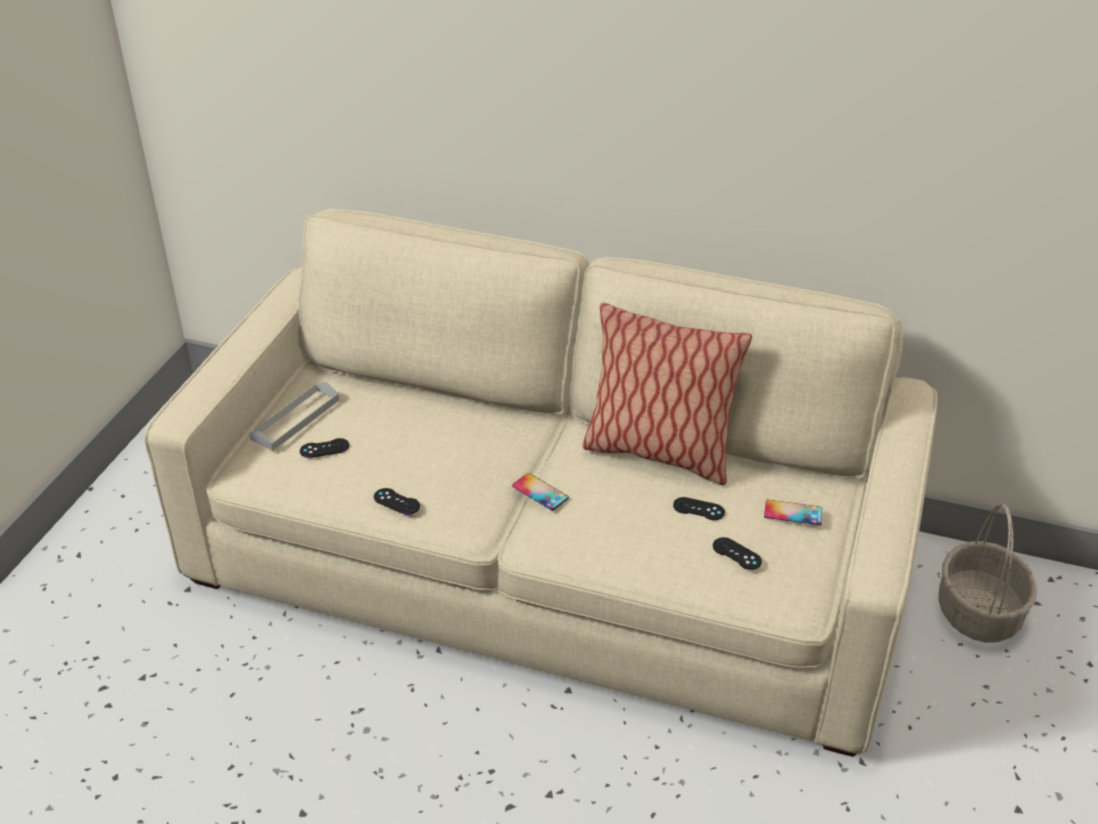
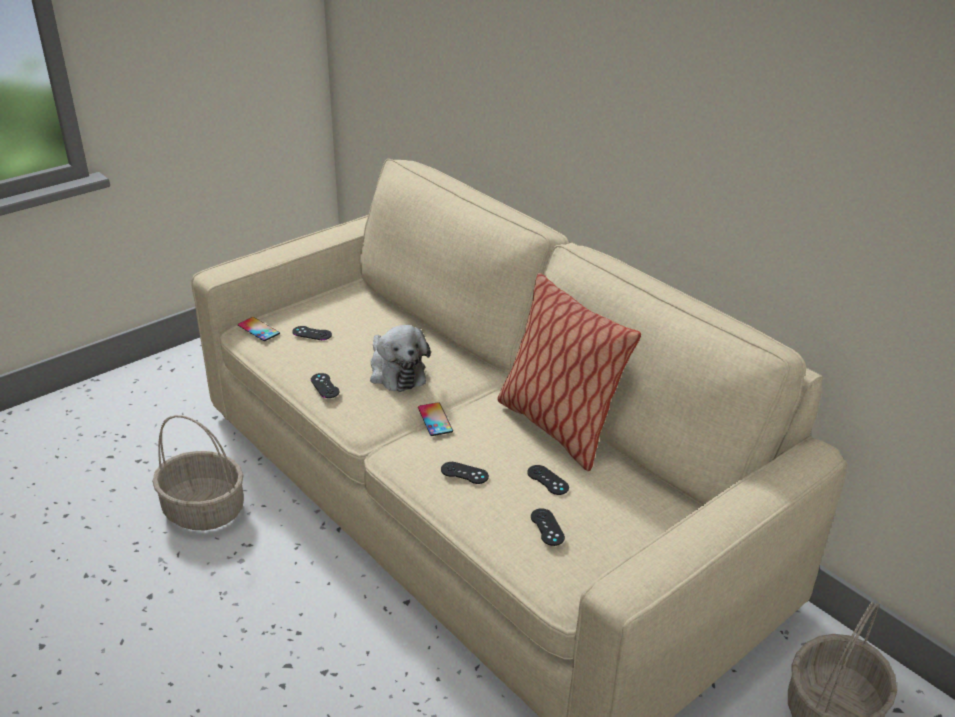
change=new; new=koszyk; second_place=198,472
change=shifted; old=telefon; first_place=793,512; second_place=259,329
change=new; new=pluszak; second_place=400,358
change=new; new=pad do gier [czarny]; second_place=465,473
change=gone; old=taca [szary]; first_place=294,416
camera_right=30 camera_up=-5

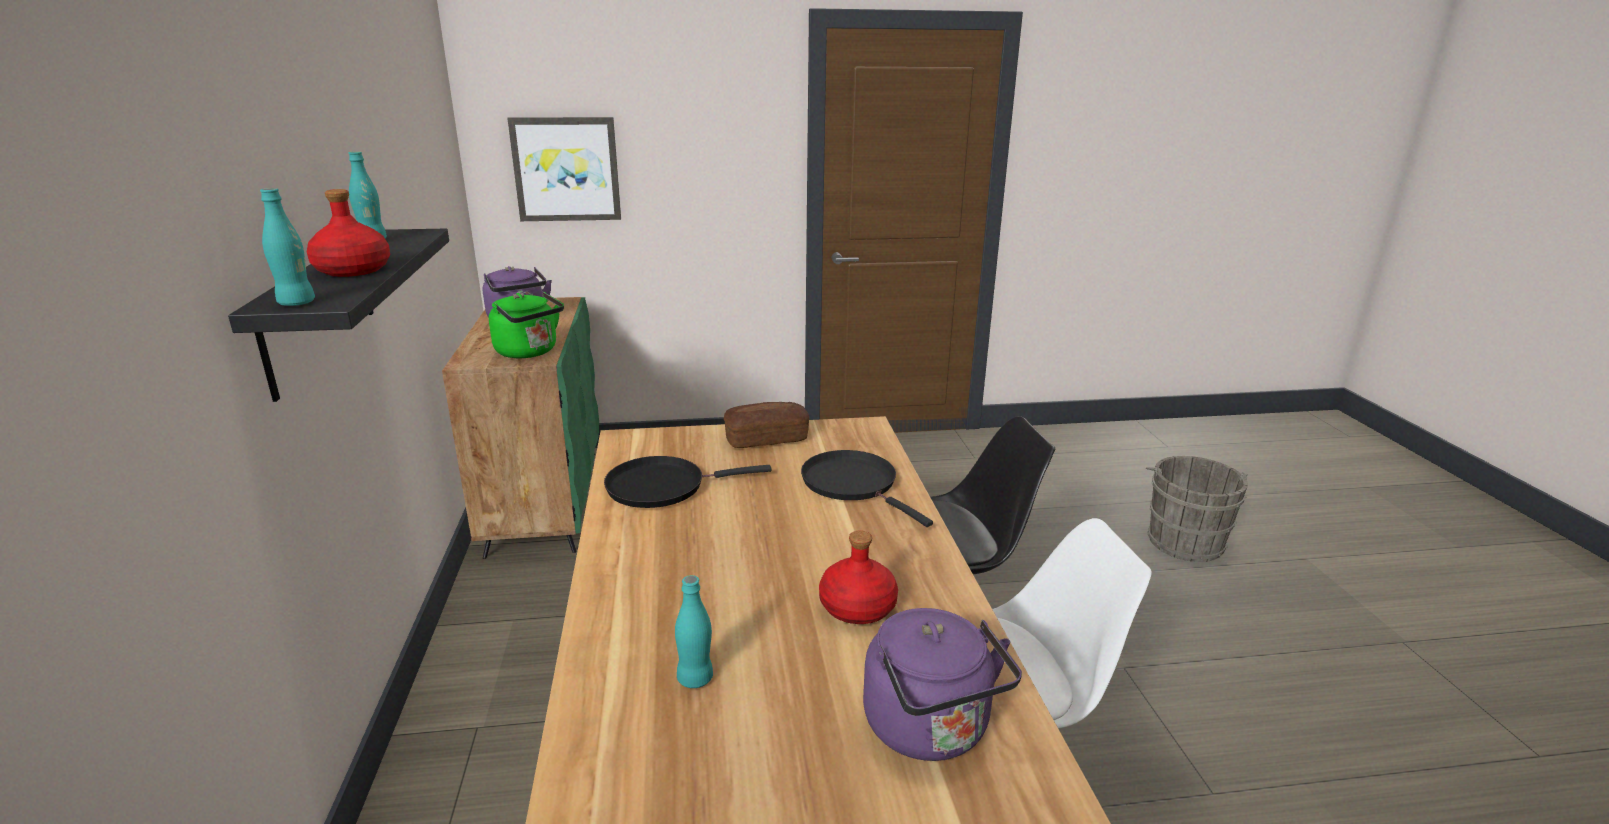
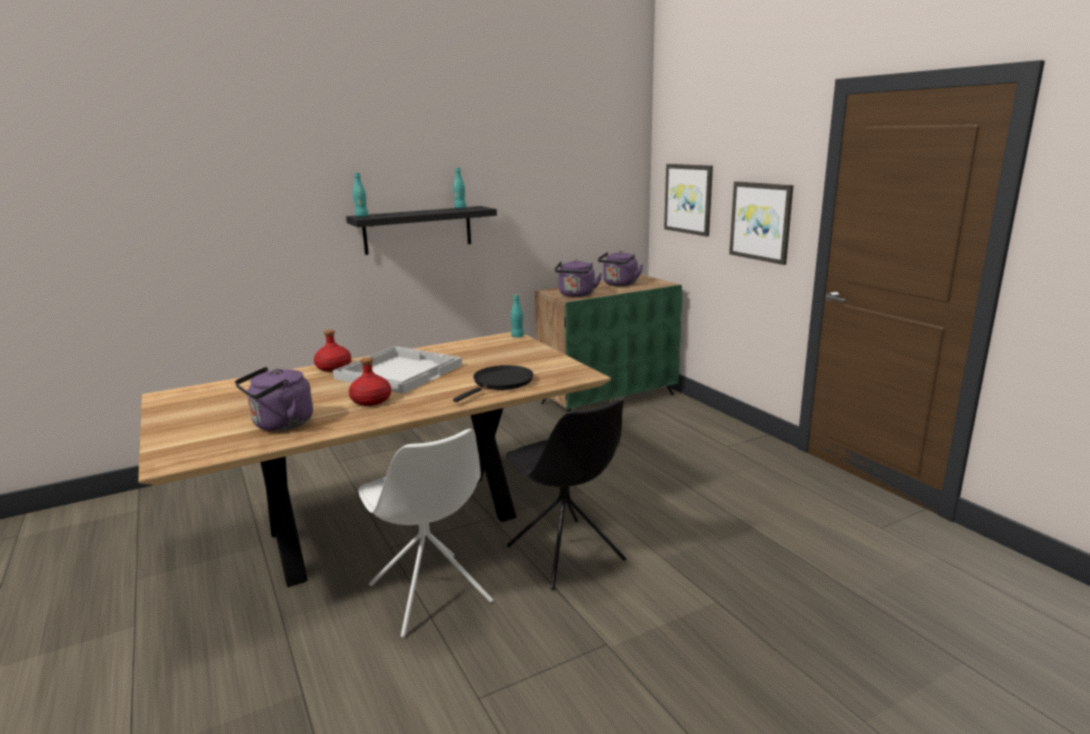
change=shifted; old=butelka [czerwony]; first_place=348,233; second_place=332,351
change=new; new=taca [biały]; second_place=397,370
change=shifted; old=butelka [turkusowy]; first_place=694,631; second_place=517,316
change=repainted; old=czajnik [zielony]; new=czajnik [fioletowy]; first_place=526,324; second_place=578,278
change=new; new=obraz; second_place=761,223
change=gone; old=patelnia [czarny]; first_place=688,482
change=gone; old=chleb; first_place=766,425
change=gone; old=wiadro [szary]; first_place=1197,509
camera_right=70 camera_up=-5

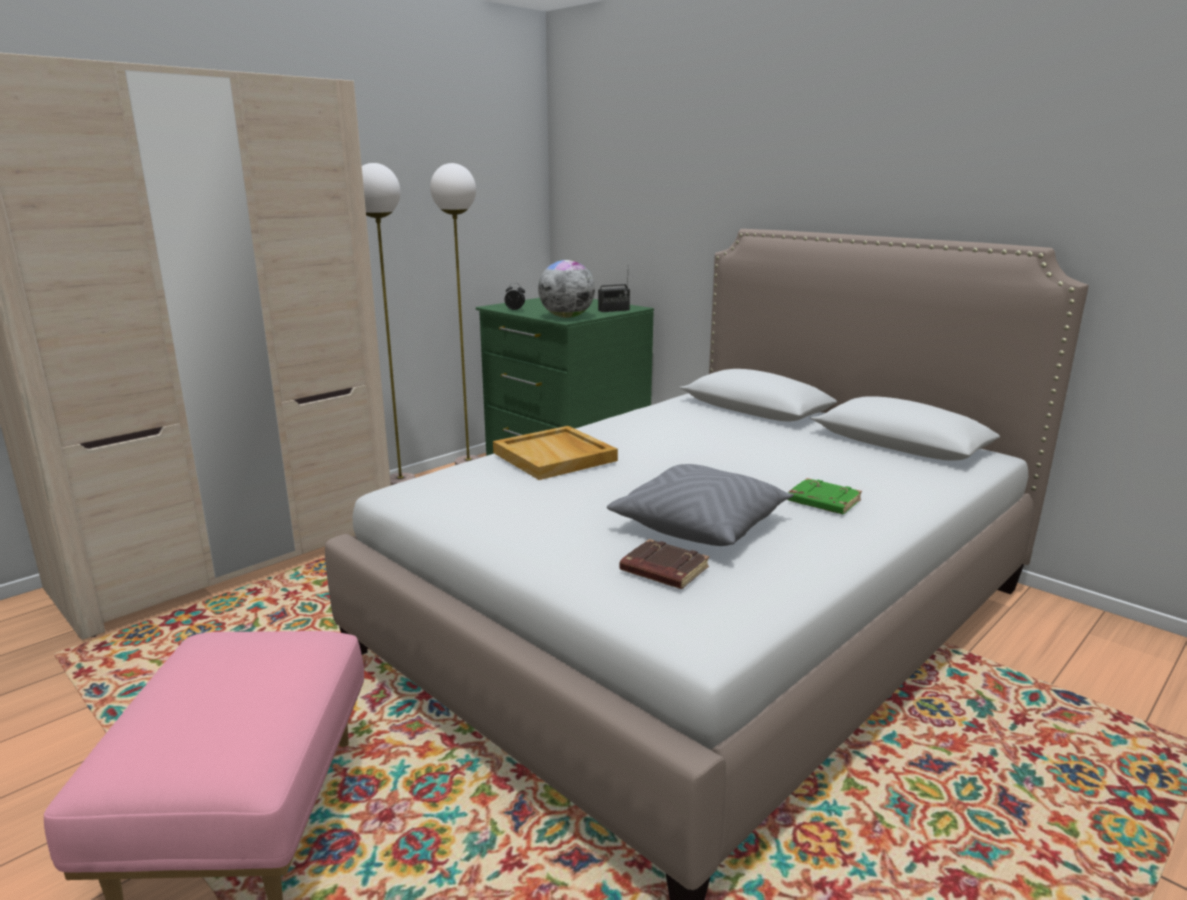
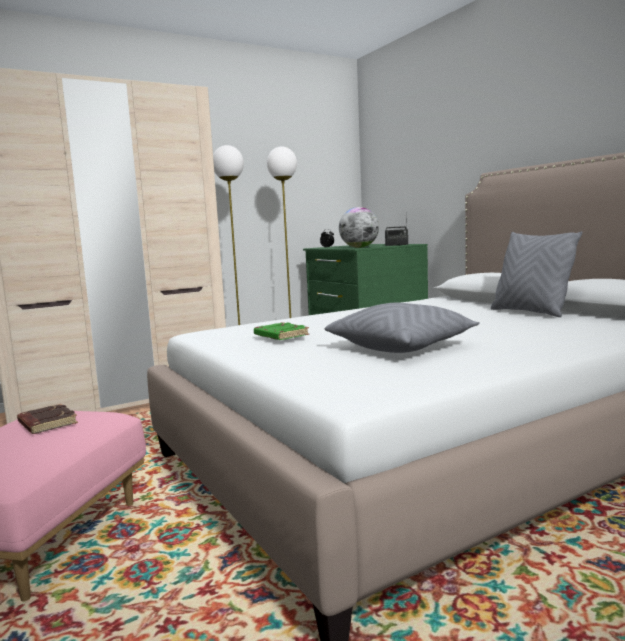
change=shifted; old=książka [brązowy]; first_place=664,564; second_place=47,419
change=shifted; old=książka [zielony]; first_place=824,496; second_place=281,331
change=new; new=poduszka [szary]; second_place=537,274
change=gone; old=taca [beżowy]; first_place=555,453
camera_right=15 camera_up=-10

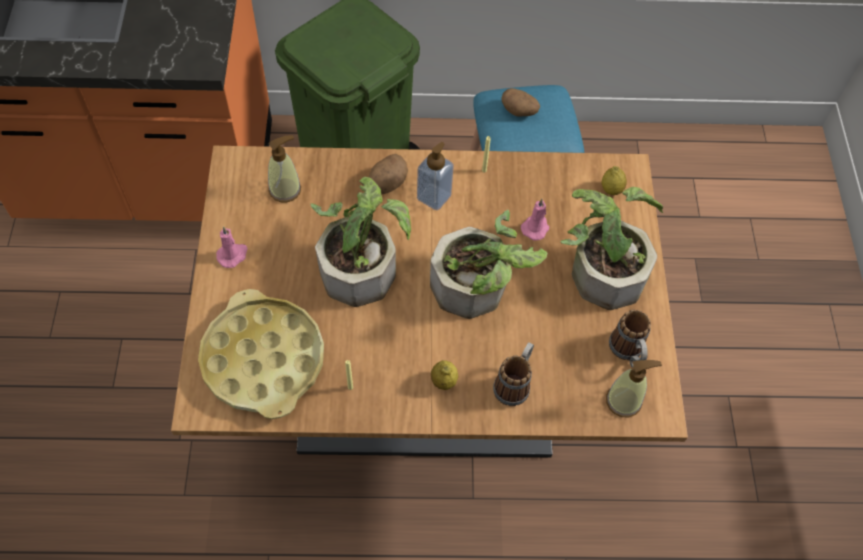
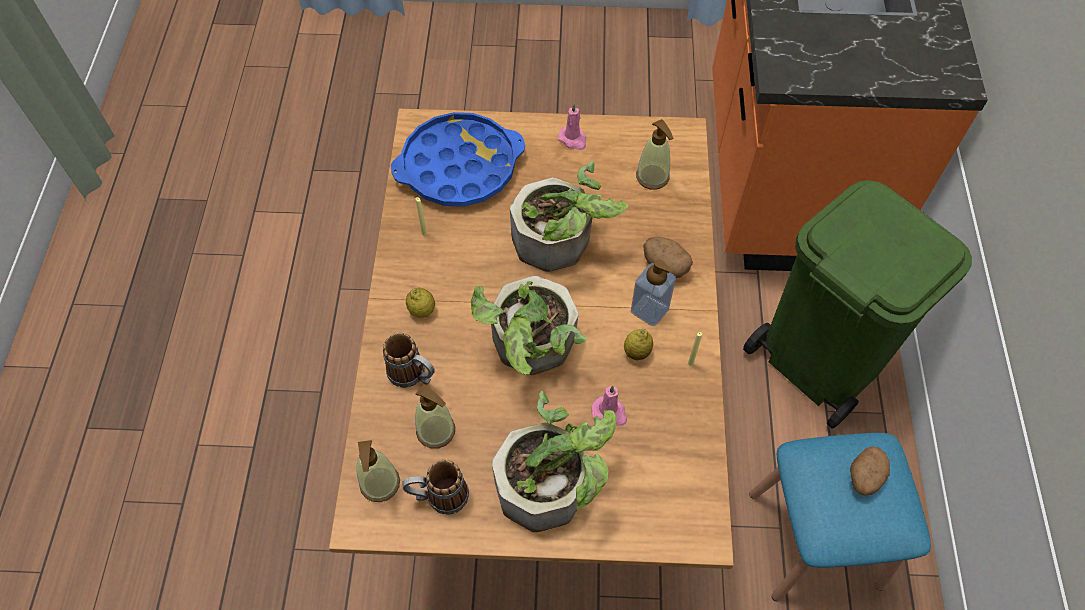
change=repainted; old=taca [żółty]; new=taca [niebieski]; first_place=261,354; second_place=458,159
change=new; new=dozownik mydła; second_place=435,416
change=shifted; old=cytryna; first_place=614,180; second_place=638,344
camera_right=95 camera_up=0

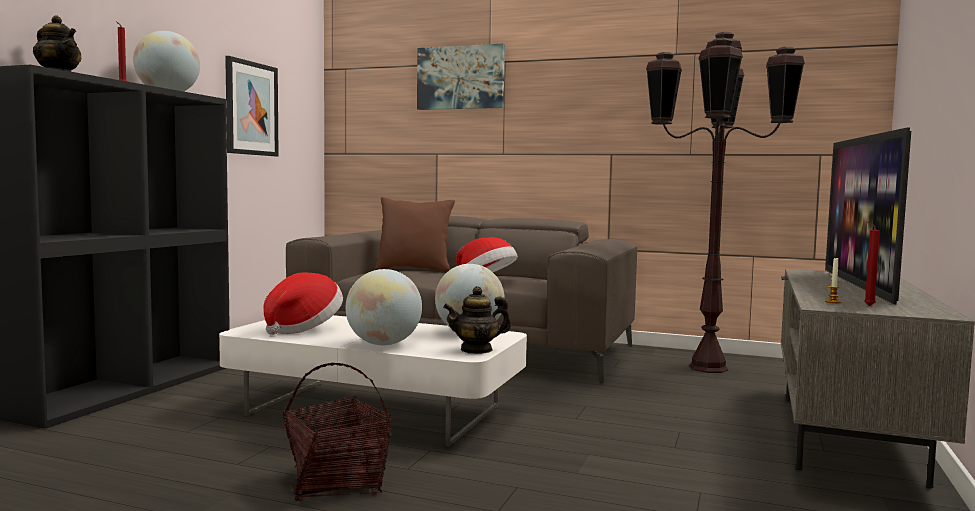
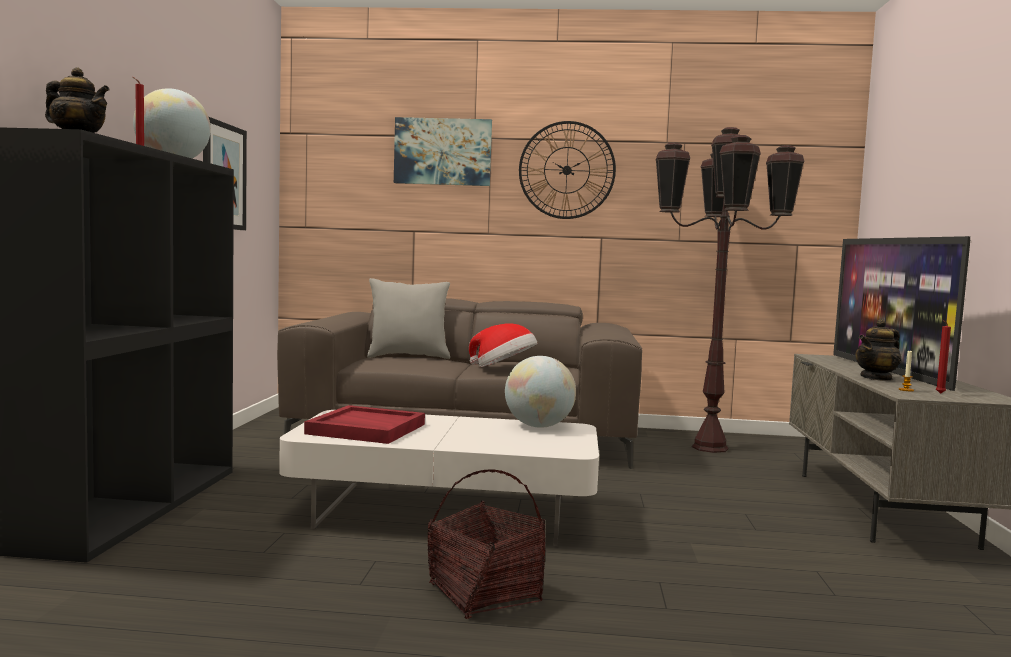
change=swapped; old=kapelusz; new=taca [czerwony]; first_place=303,304; second_place=364,424
change=repainted; old=poduszka [brązowy]; new=poduszka [szary]; first_place=415,234; second_place=408,318
change=new; new=zegar ścienny; second_place=567,170
change=shifted; old=imbryk; first_place=477,320; second_place=878,350
change=gone; old=globus; first_place=384,307
camera_right=-15 camera_up=0

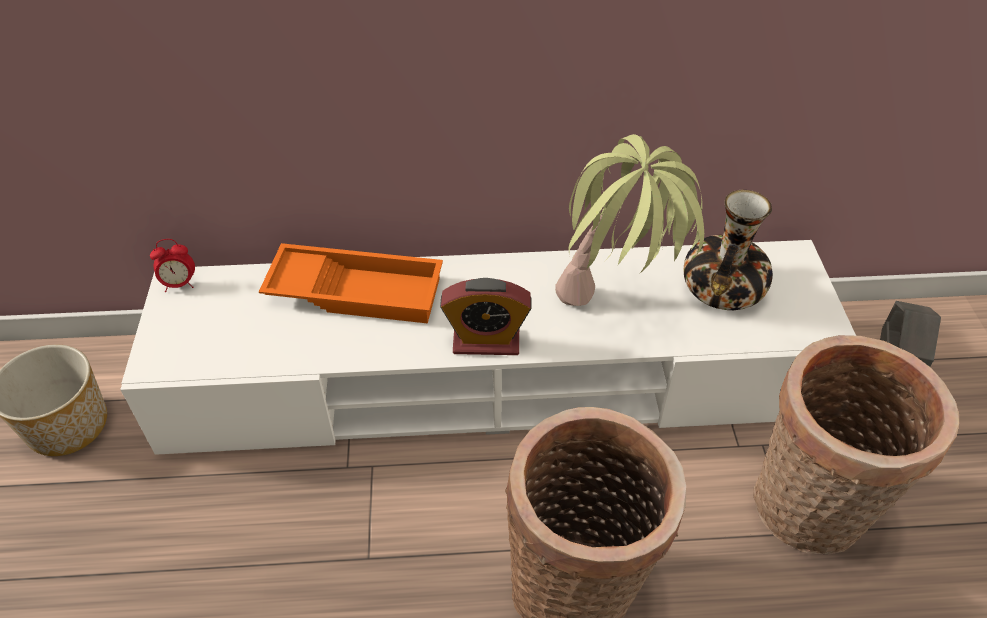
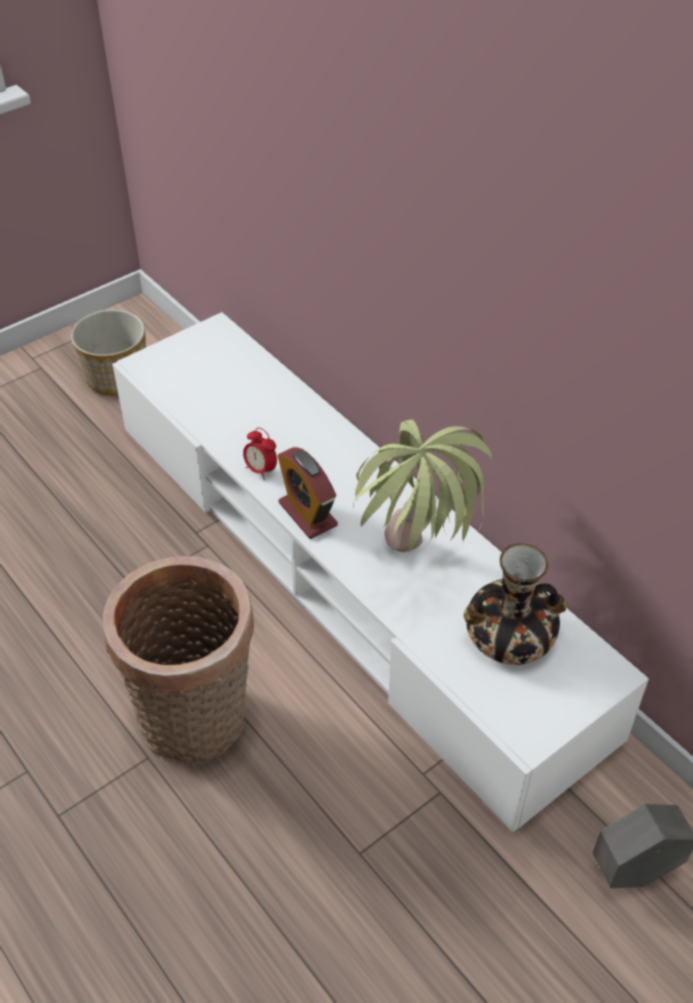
change=shifted; old=budzik; first_place=172,265; second_place=260,453
change=gone; old=taca [pomarańczowy]; first_place=351,283
change=gone; old=koszyk; first_place=856,445
camera_right=55 camera_up=0

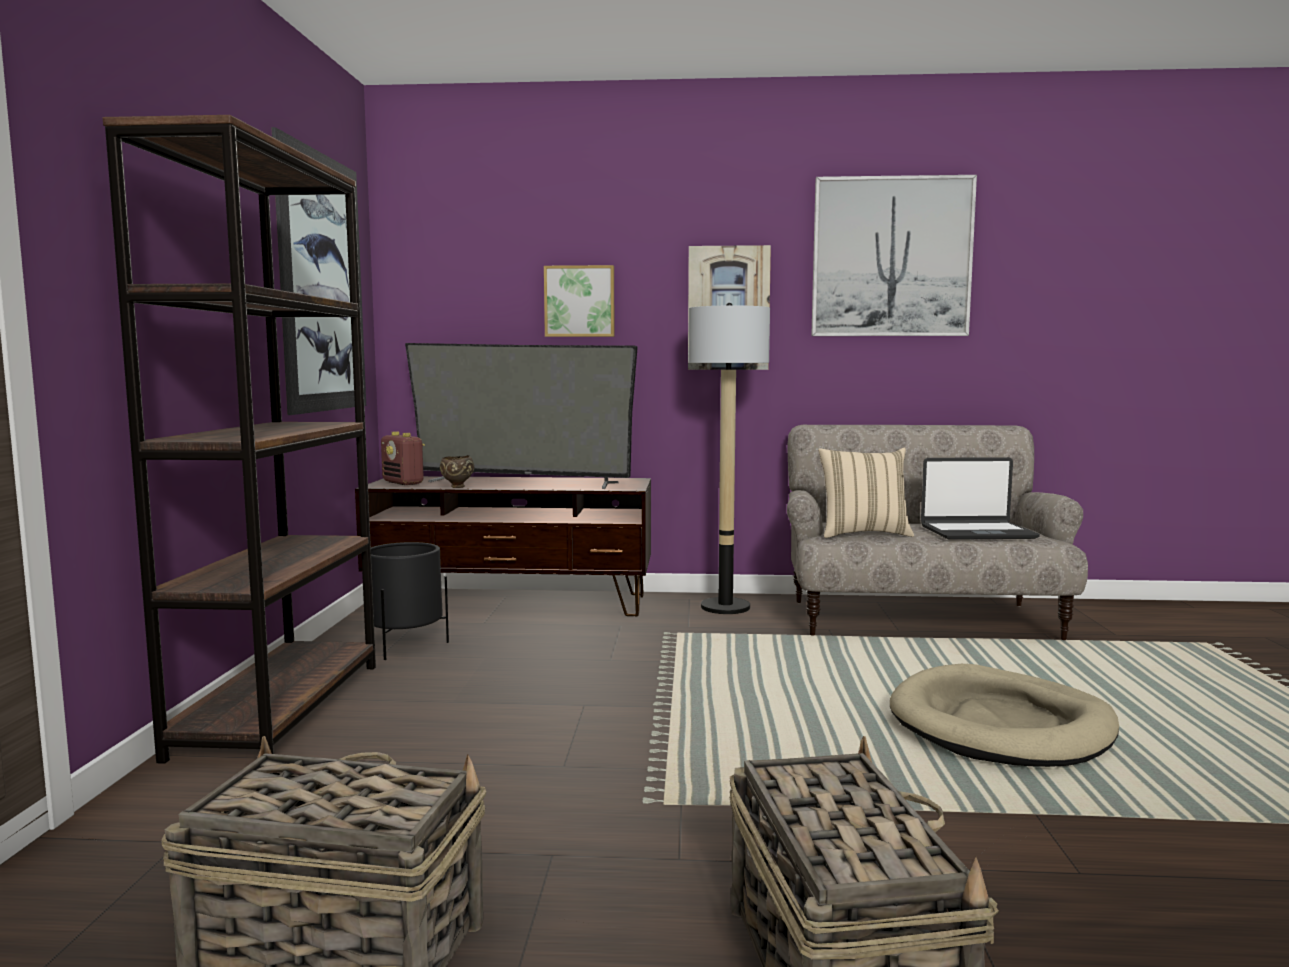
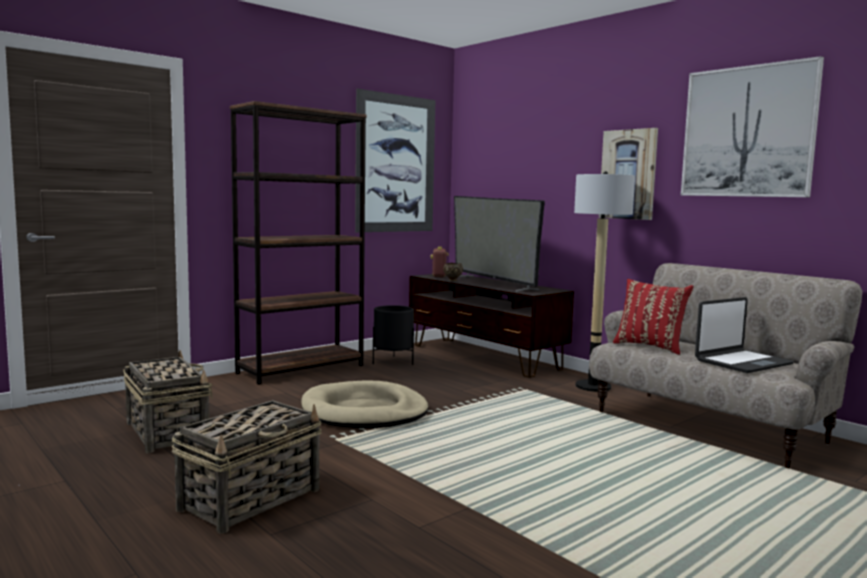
change=shifted; old=legowisko [beżowy]; first_place=1004,715; second_place=365,404
change=repainted; old=poduszka [beżowy]; new=poduszka [czerwony]; first_place=866,493; second_place=653,317
change=rotated; old=laptop; first_place=980,498; second_place=744,335; degrees=-75
change=gone; old=obraz; first_place=579,301
camera_right=45 camera_up=0

